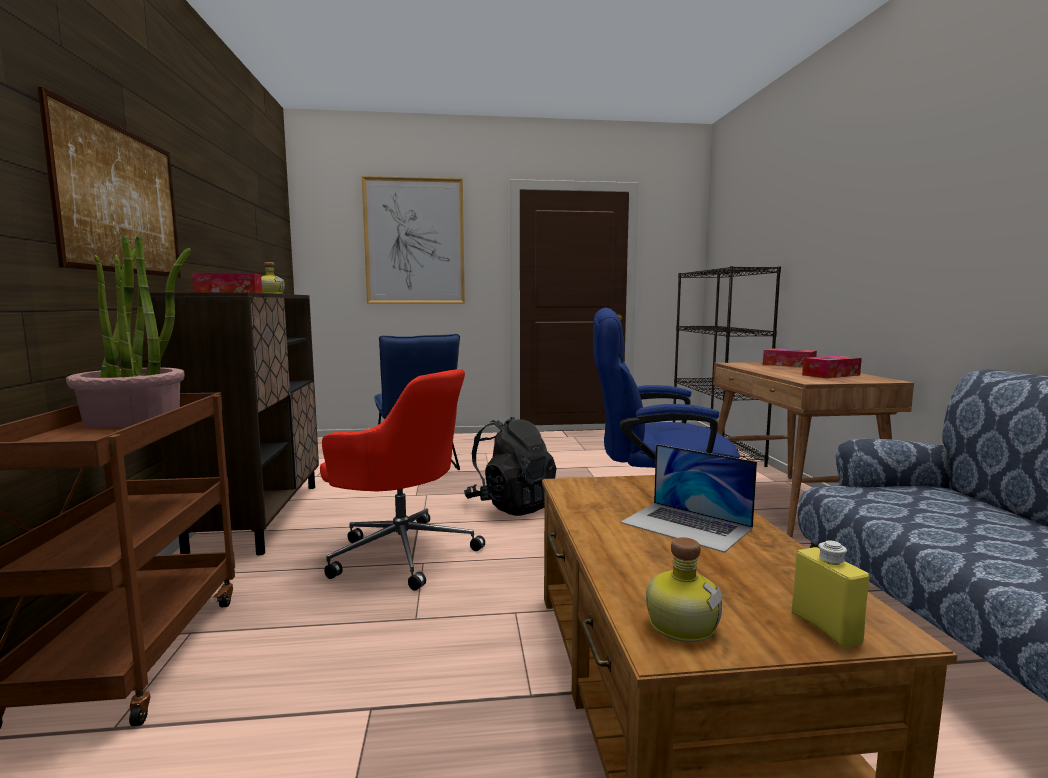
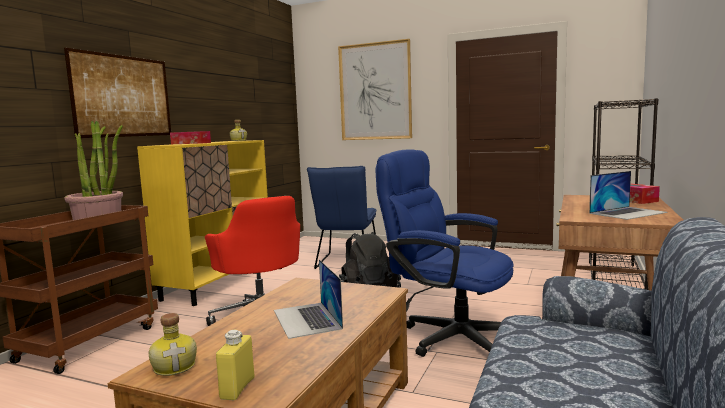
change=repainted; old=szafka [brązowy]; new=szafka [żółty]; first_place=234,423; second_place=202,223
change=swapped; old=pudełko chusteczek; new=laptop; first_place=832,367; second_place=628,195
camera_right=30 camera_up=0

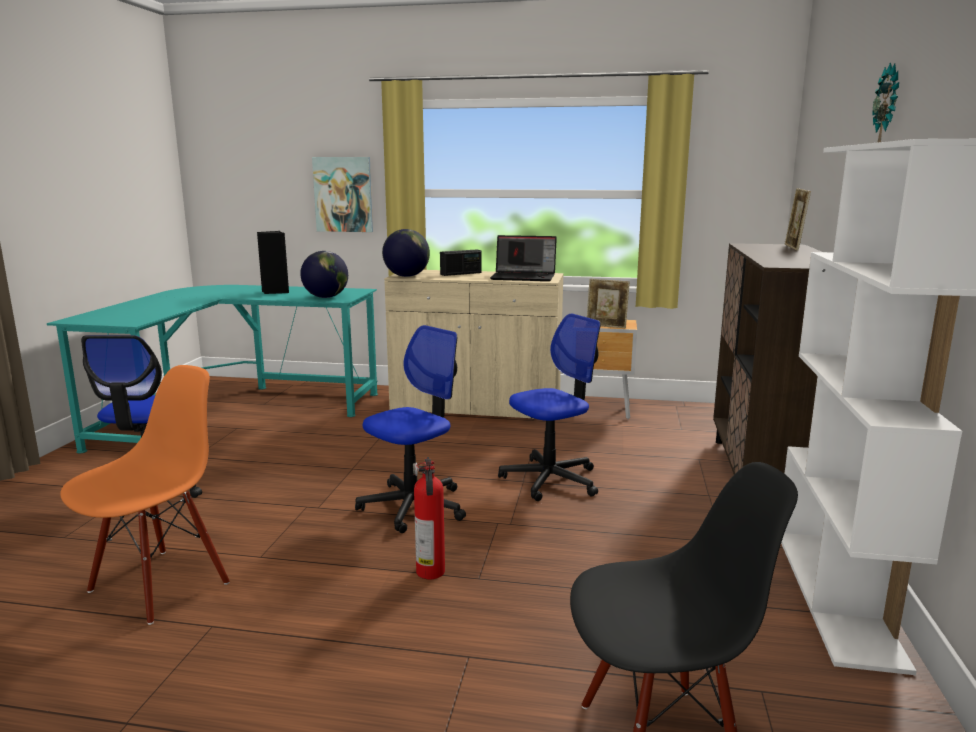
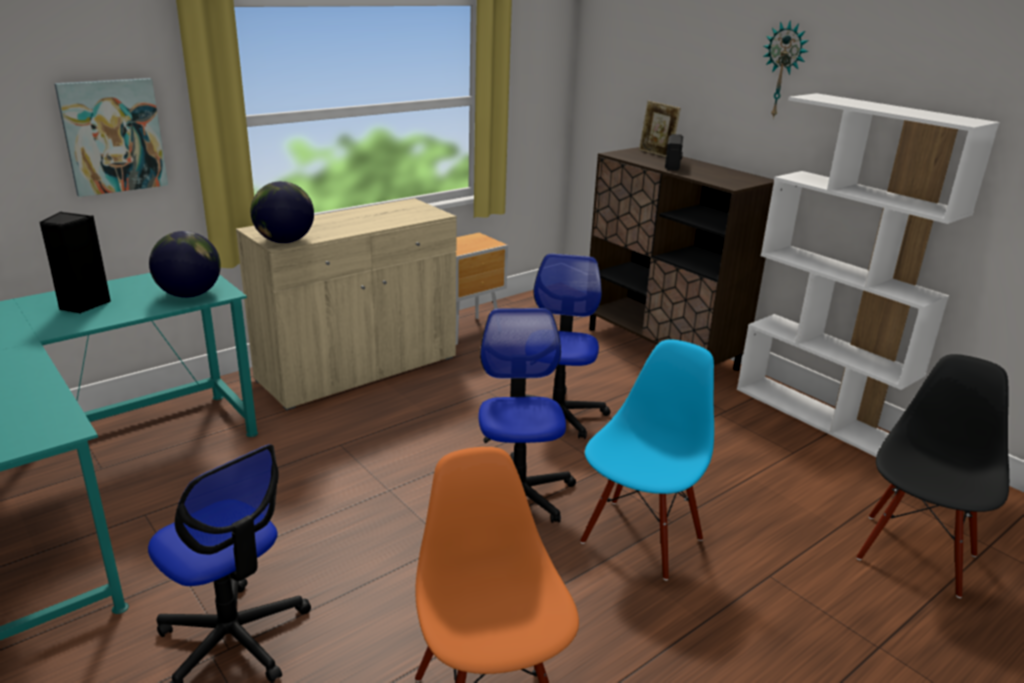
change=swapped; old=gaśnica; new=krzesło [niebieski]; first_place=429,518; second_place=647,459
change=shifted; old=radio; first_place=460,263; second_place=674,152
change=gone; old=laptop; first_place=523,258
change=gone; old=ramka na zdjęcie; first_place=608,303
camera_right=-50 camera_up=10

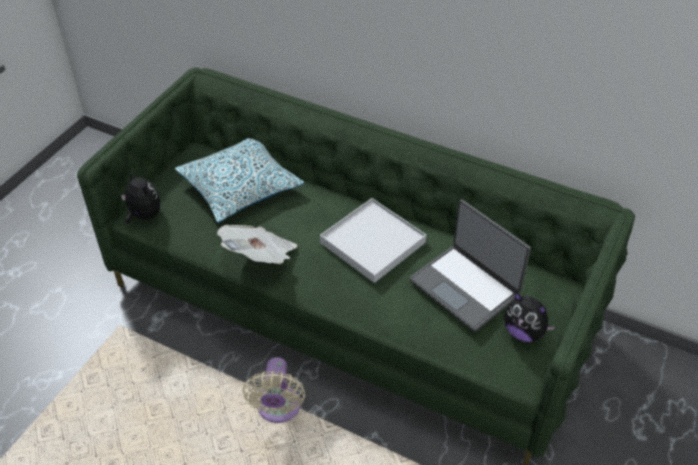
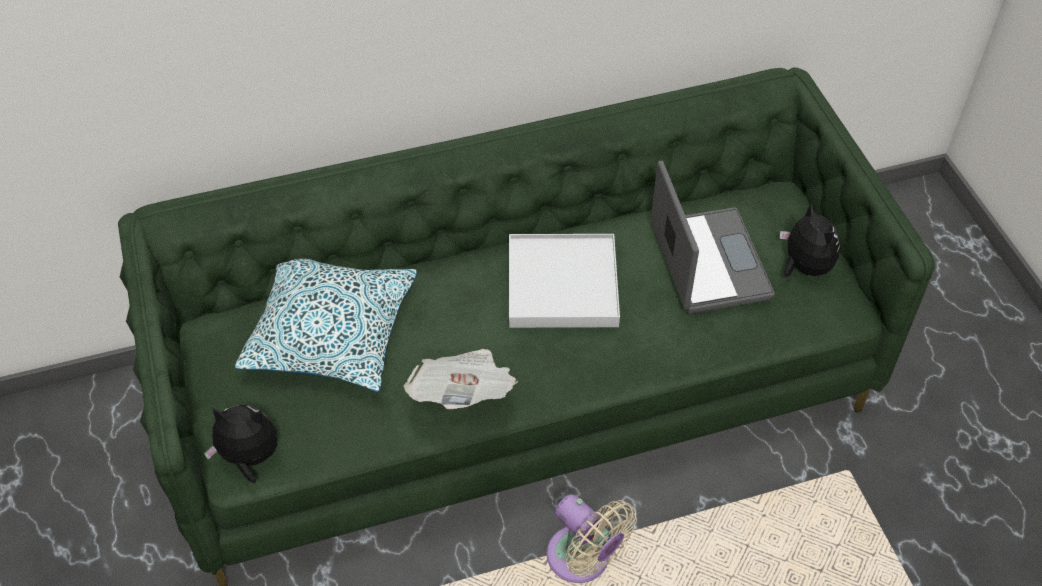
change=rotated; old=laptop; first_place=470,266; second_place=713,237; degrees=-105
change=rotated; old=pluszak; first_place=529,317; second_place=809,239; degrees=-105
camera_right=-45 camera_up=5

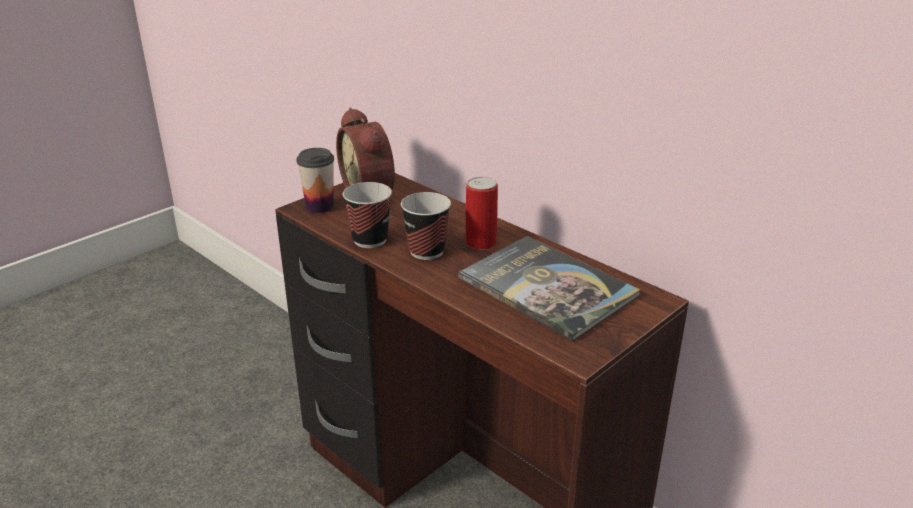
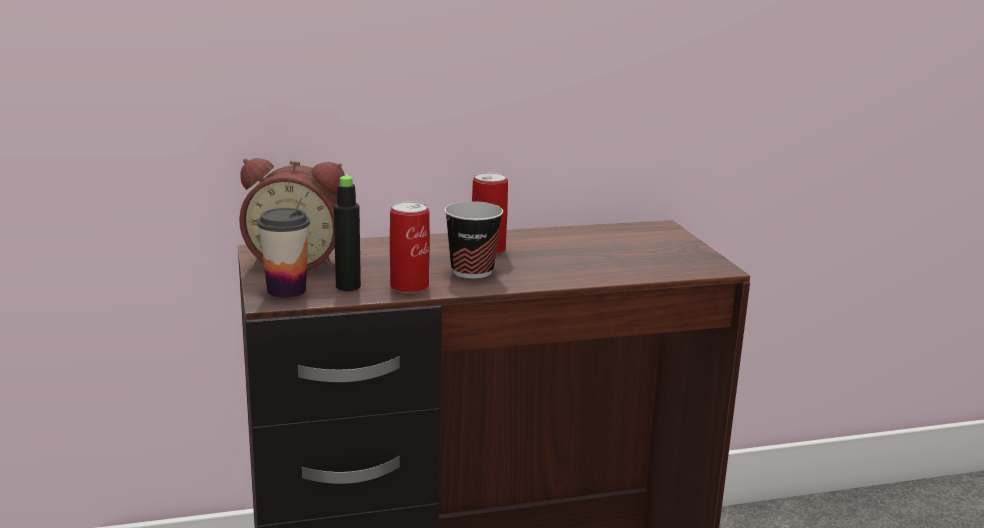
change=new; new=butelka [czarny]; second_place=347,233
change=swapped; old=filiżanka; new=puszka; first_place=367,215; second_place=410,247
change=gone; old=książka; first_place=549,288
camera_right=-60 camera_up=-10

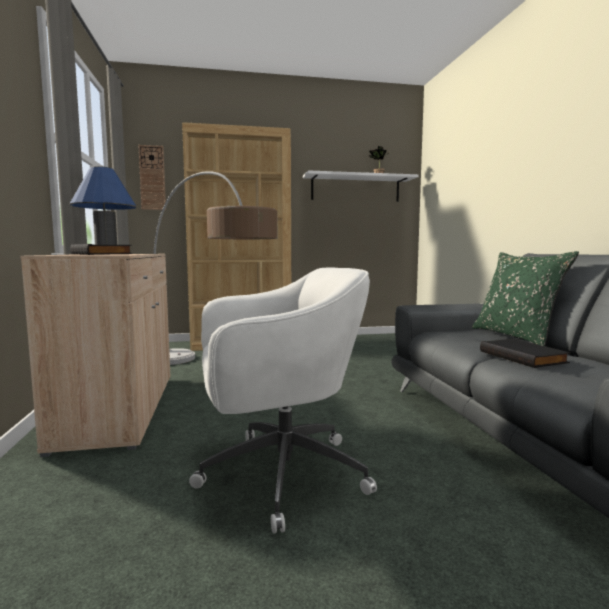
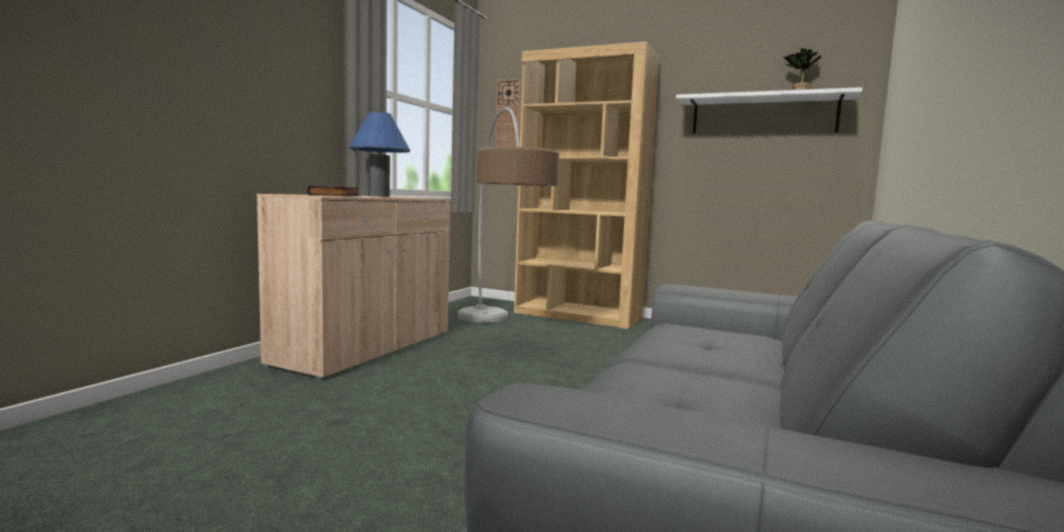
change=gone; old=krzesło biurowe [biały]; first_place=283,401
change=gone; old=poduszka [zielony]; first_place=525,298
change=gone; old=książka [czarny]; first_place=525,353
camera_right=35 camera_up=0

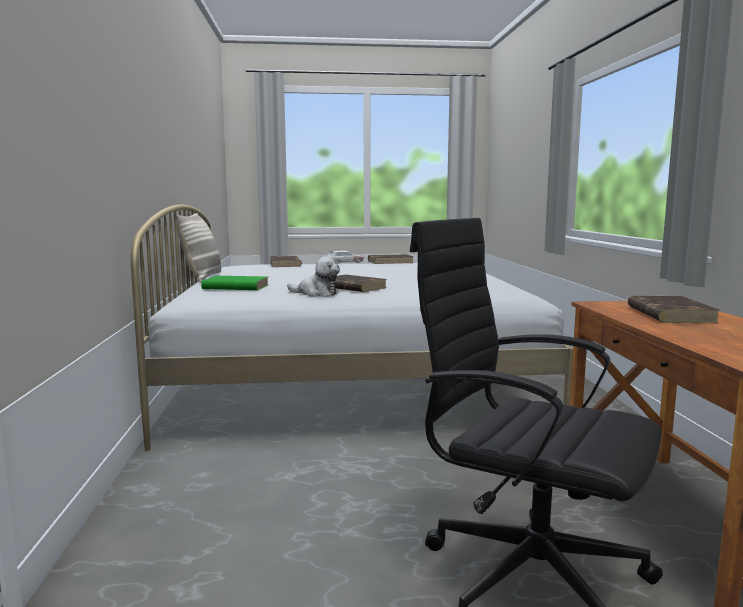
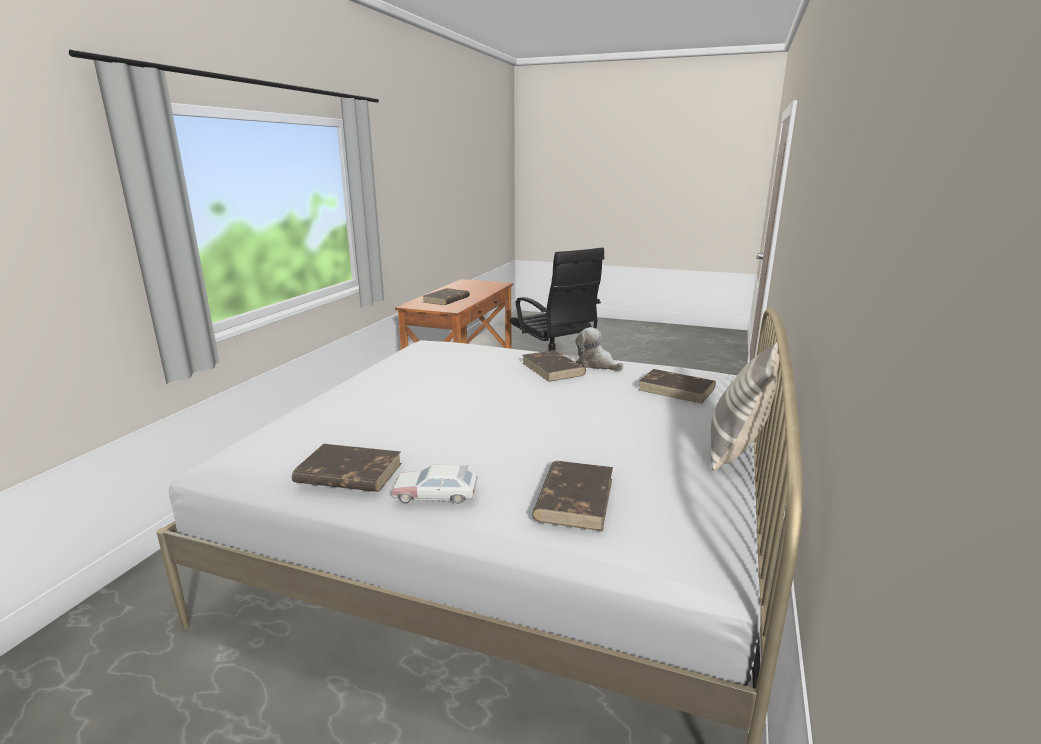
change=repainted; old=książka [zielony]; new=książka [brązowy]; first_place=234,283; second_place=677,386
camera_right=-155 camera_up=10

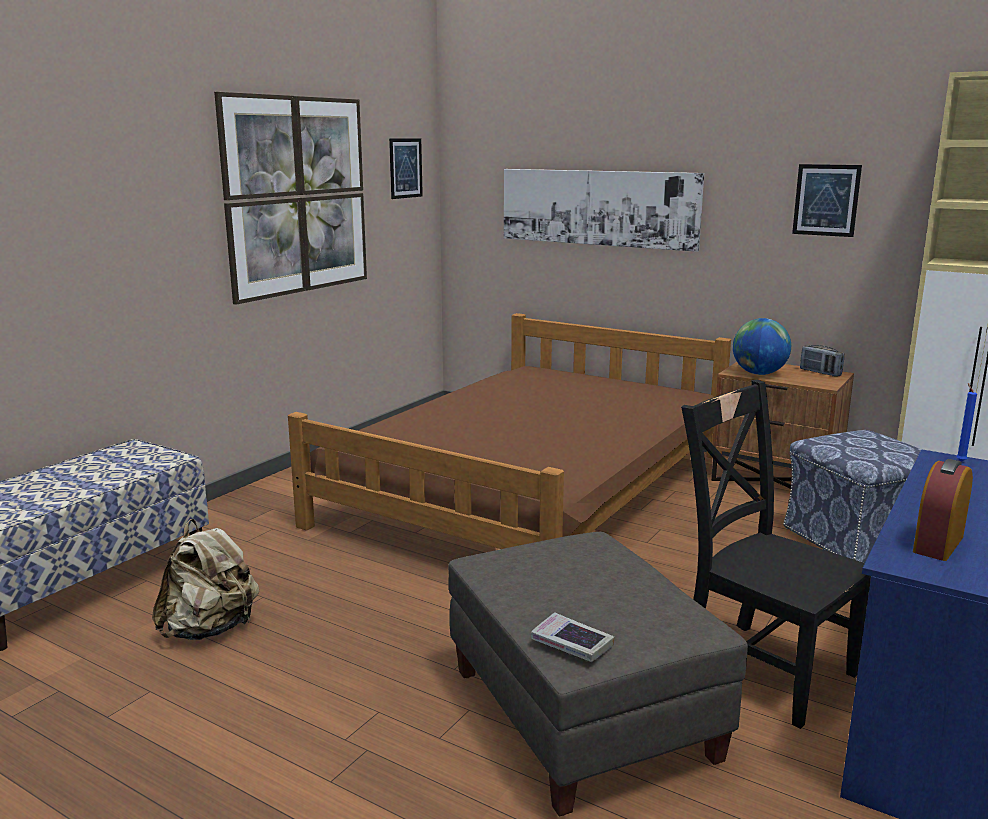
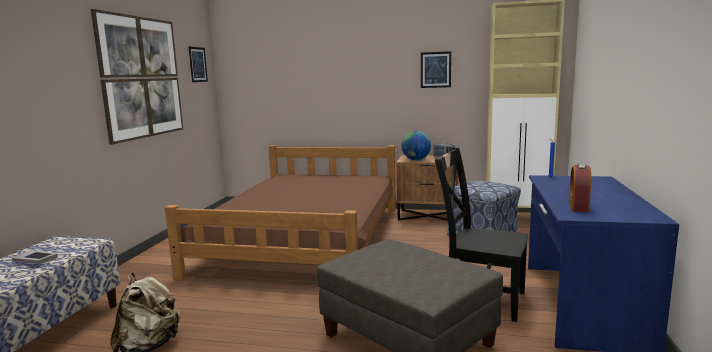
change=shifted; old=książka; first_place=572,637; second_place=35,257
change=gone; old=obraz; first_place=604,210
camera_right=-20 camera_up=-5

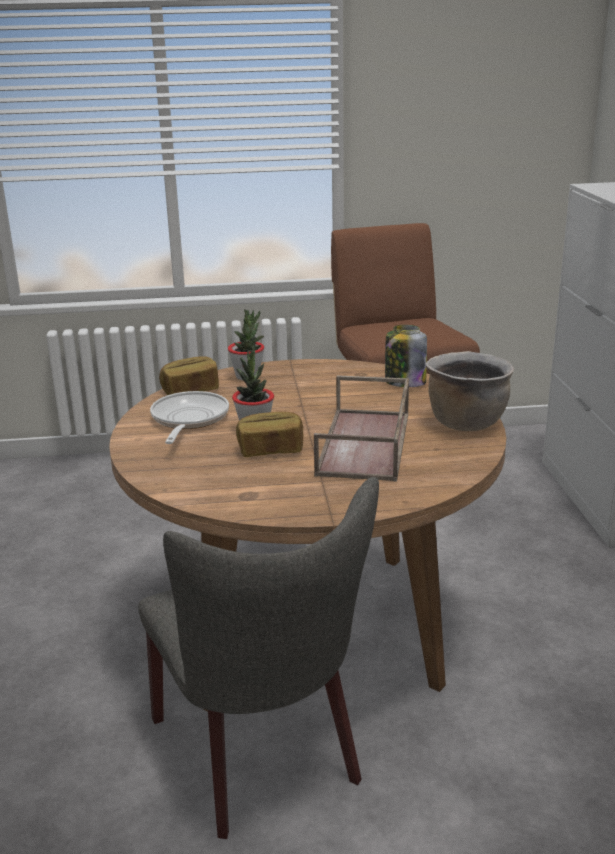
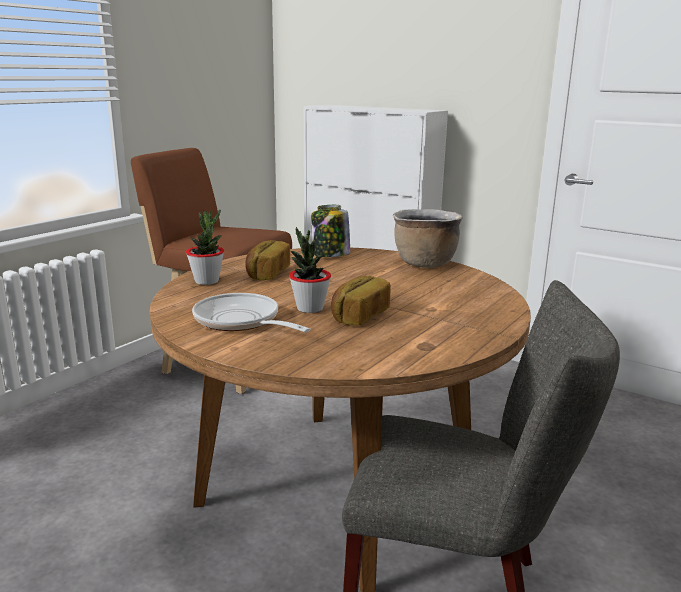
change=shifted; old=chleb; first_place=189,375; second_place=267,260
change=gone; old=taca [brązowy]; first_place=361,428
camera_right=-50 camera_up=-5

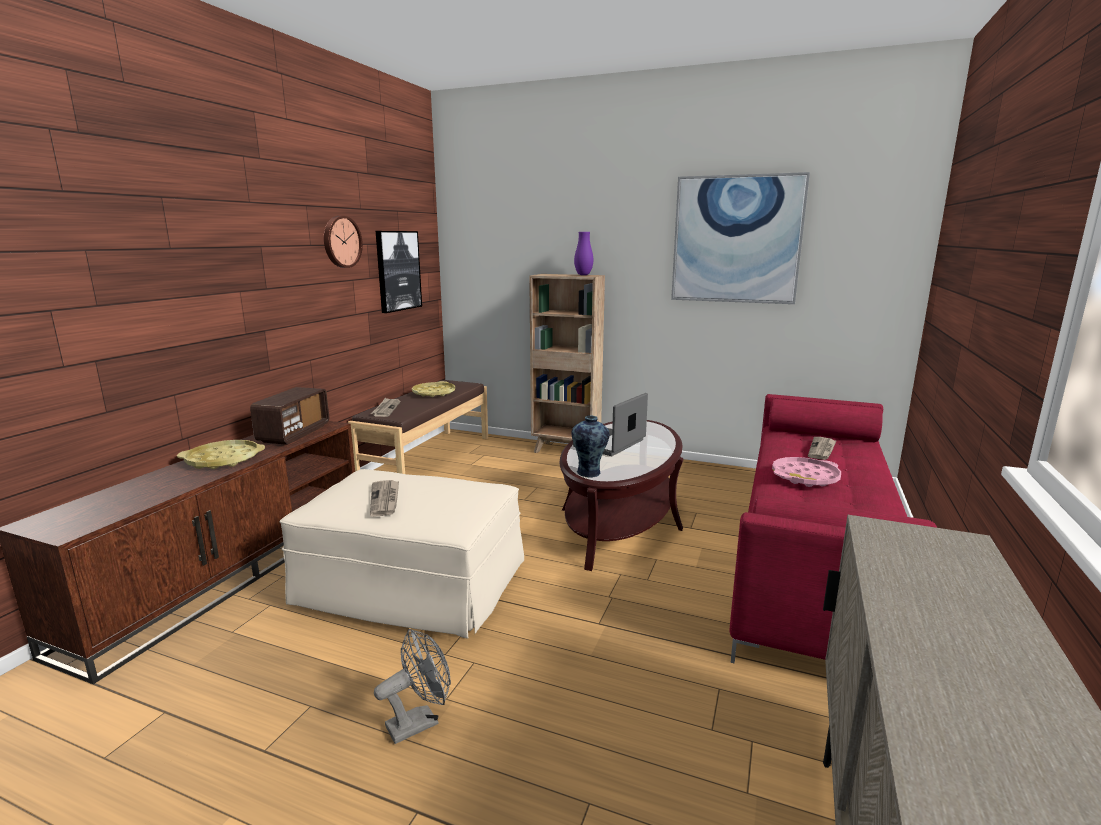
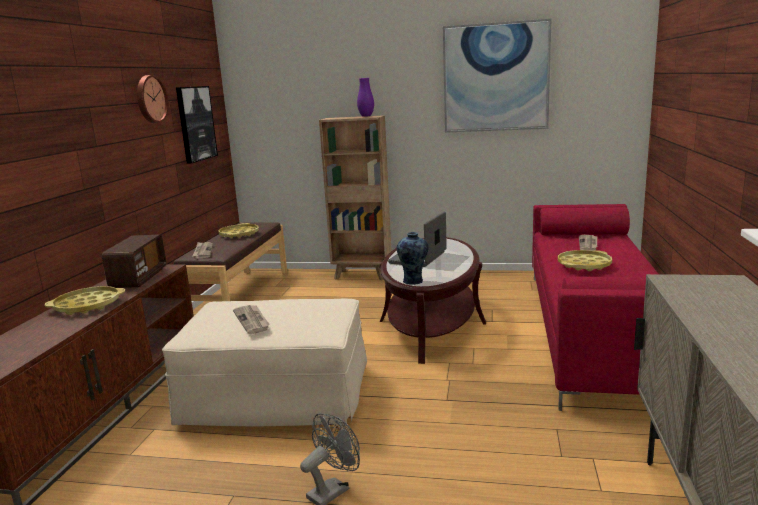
change=repainted; old=taca [różowy]; new=taca [żółty]; first_place=806,472; second_place=585,260
camera_right=-10 camera_up=0

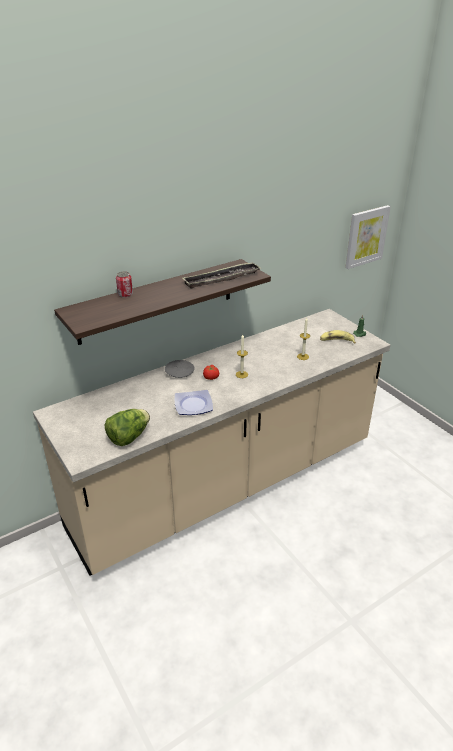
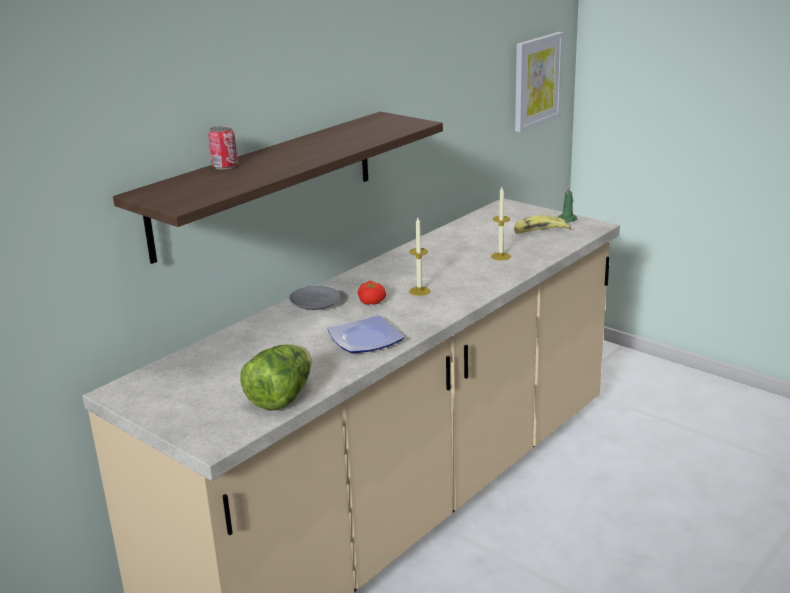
change=gone; old=taca; first_place=221,275
camera_right=-15 camera_up=-10

